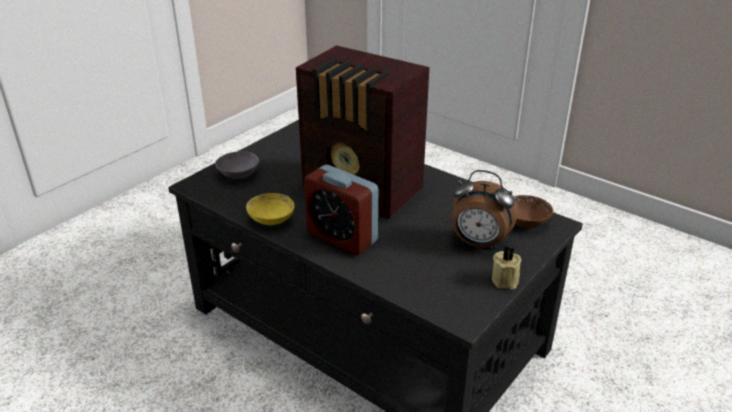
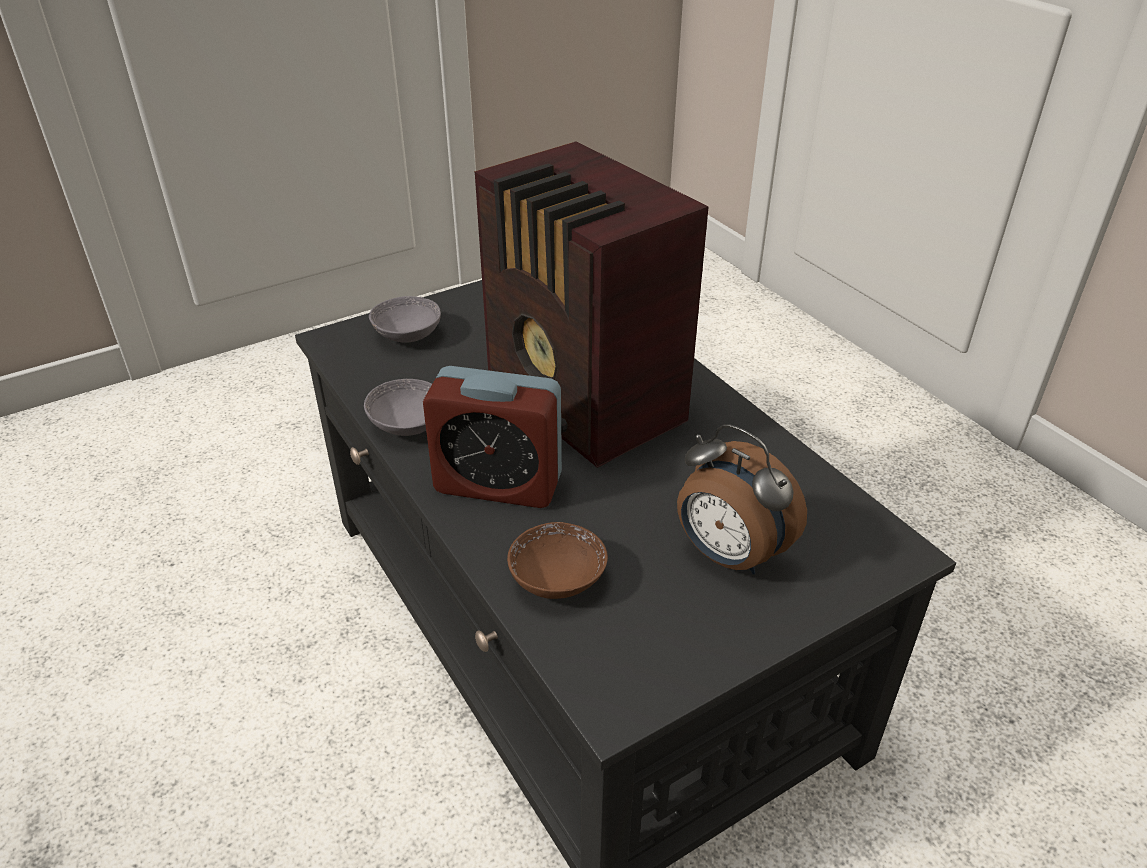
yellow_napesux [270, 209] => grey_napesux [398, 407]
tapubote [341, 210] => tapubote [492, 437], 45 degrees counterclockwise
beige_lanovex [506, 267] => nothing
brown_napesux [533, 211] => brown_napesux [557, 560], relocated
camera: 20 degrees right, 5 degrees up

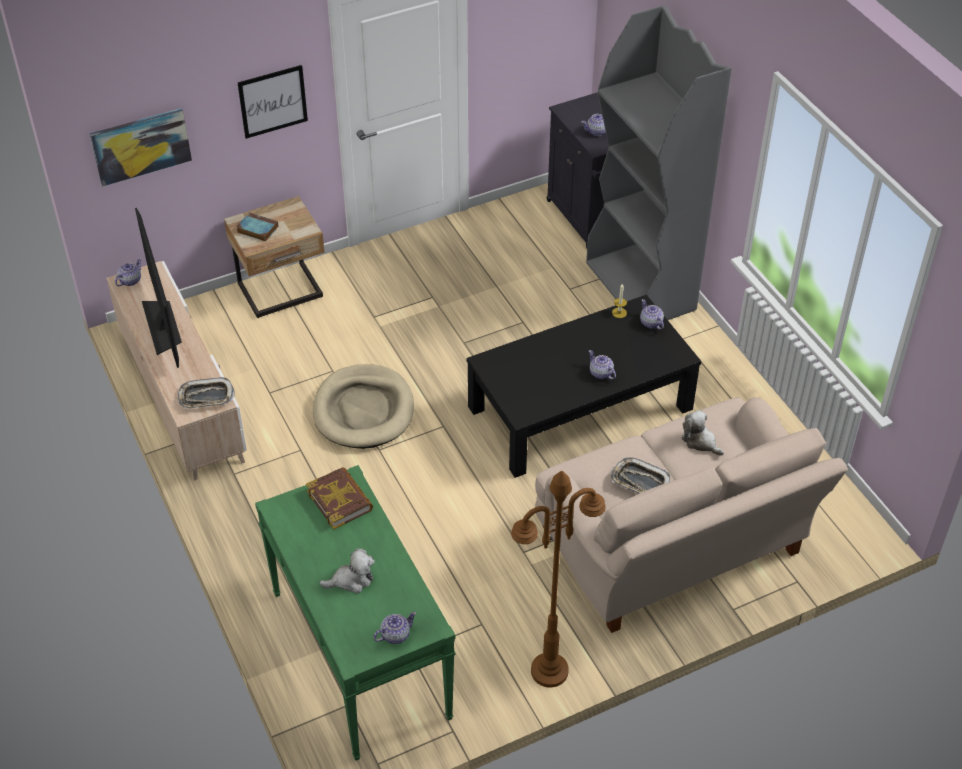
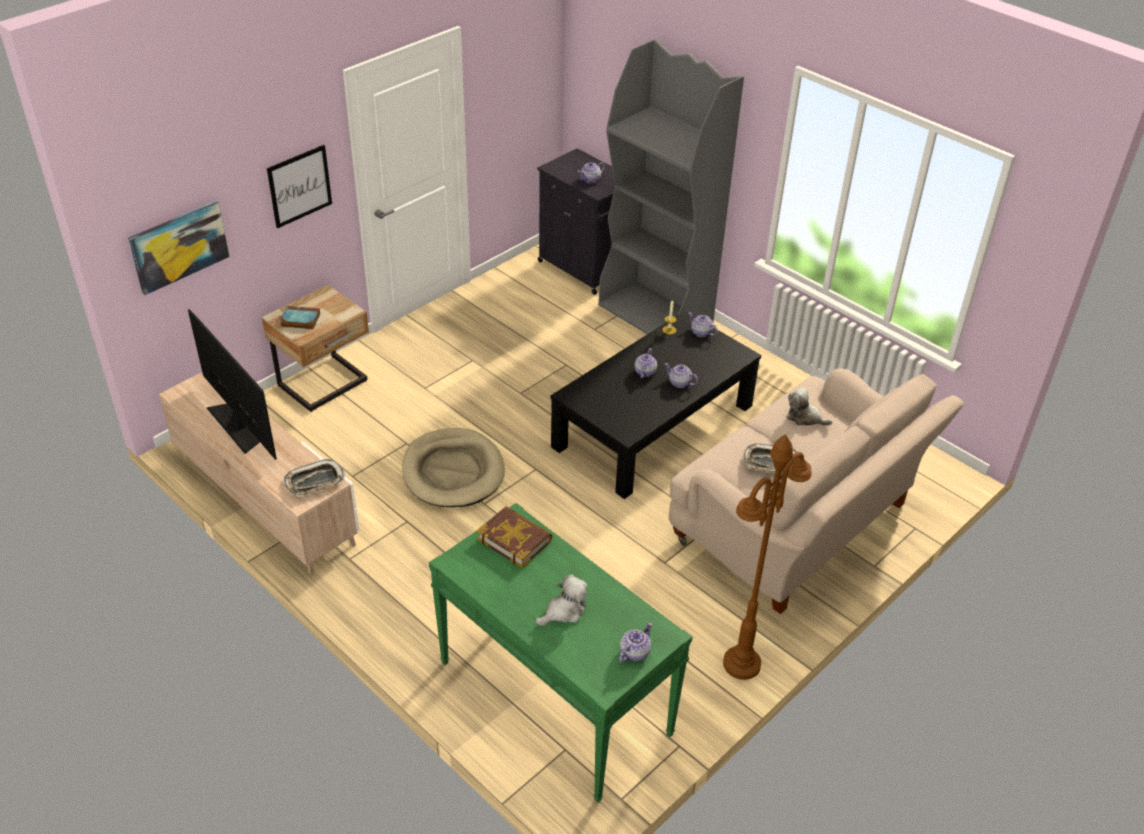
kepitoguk [128, 272] => kepitoguk [645, 363], relocated
camera: 20 degrees left, 5 degrees down

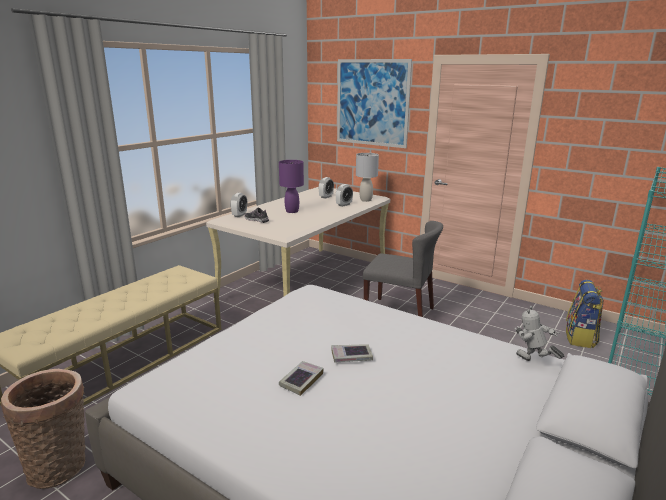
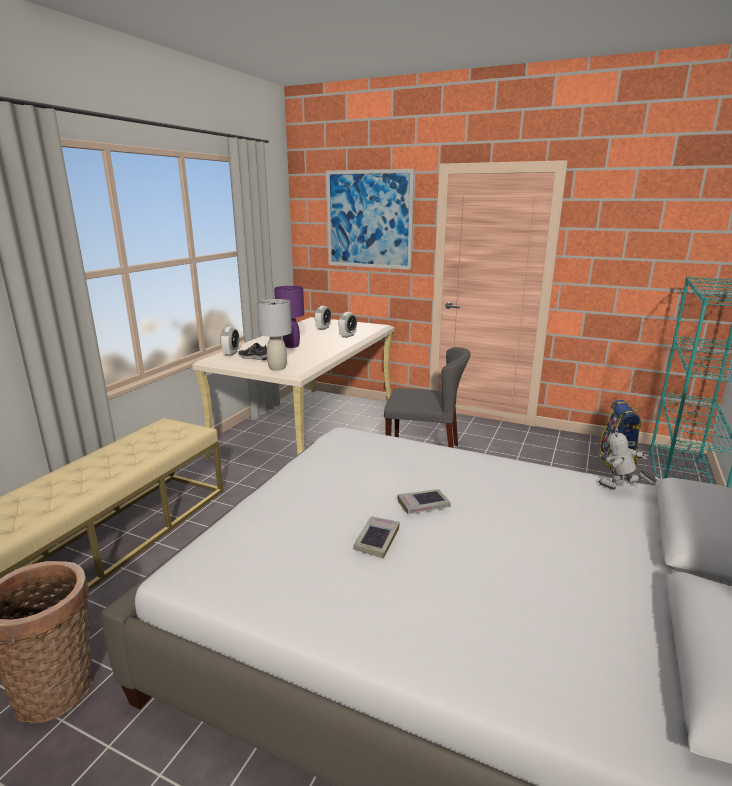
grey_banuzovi [367, 177] => grey_banuzovi [274, 335], relocated
camera: 10 degrees left, 0 degrees up

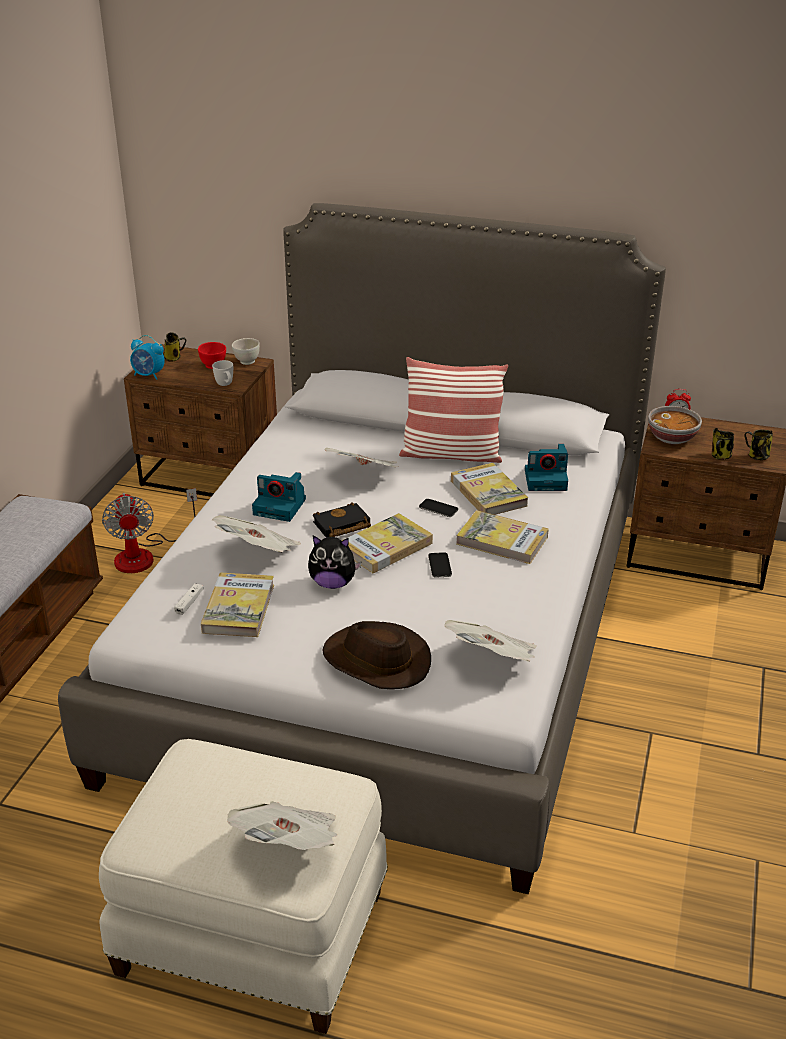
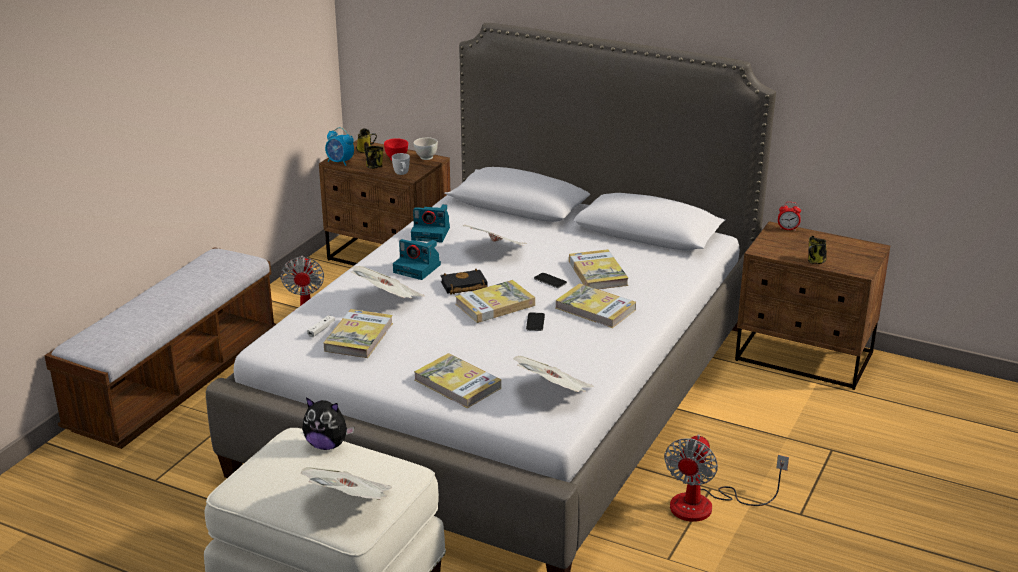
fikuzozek [335, 562] => fikuzozek [328, 423], relocated
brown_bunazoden [376, 655] => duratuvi [457, 380]
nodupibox [453, 410] => nothing
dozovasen [546, 467] => dozovasen [430, 223], relocated
napesux [675, 425] => nothing
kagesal [758, 445] => kagesal [373, 157], relocated
nothing => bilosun [726, 478]
camera: 10 degrees right, 5 degrees down

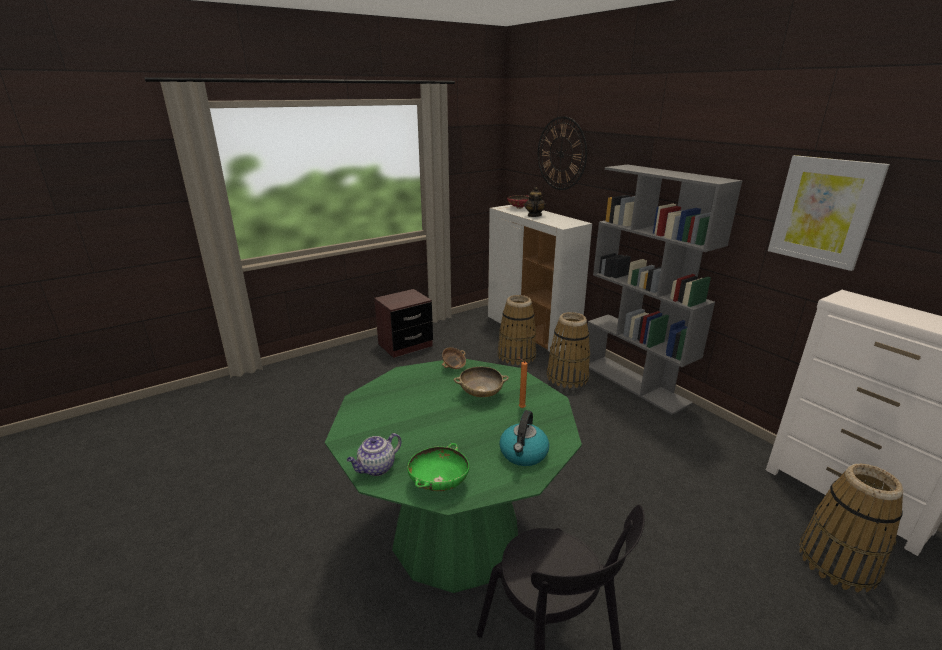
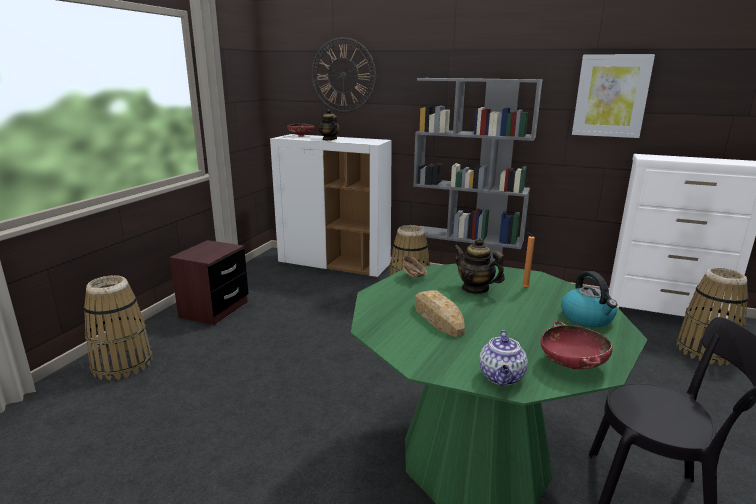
green_napesux [438, 467] => red_napesux [576, 345]
beige_napesux [481, 382] => kepitoguk [479, 266]
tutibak [516, 330] => tutibak [118, 327], relocated
nothing => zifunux [440, 313]
camera: 35 degrees left, 5 degrees down

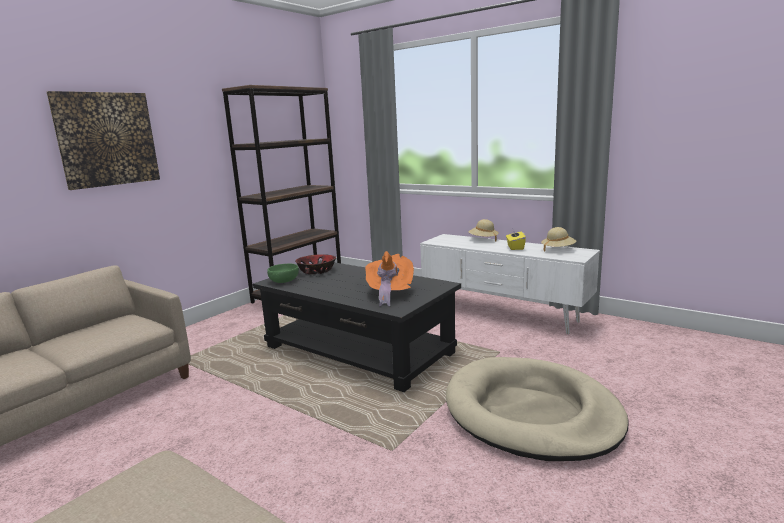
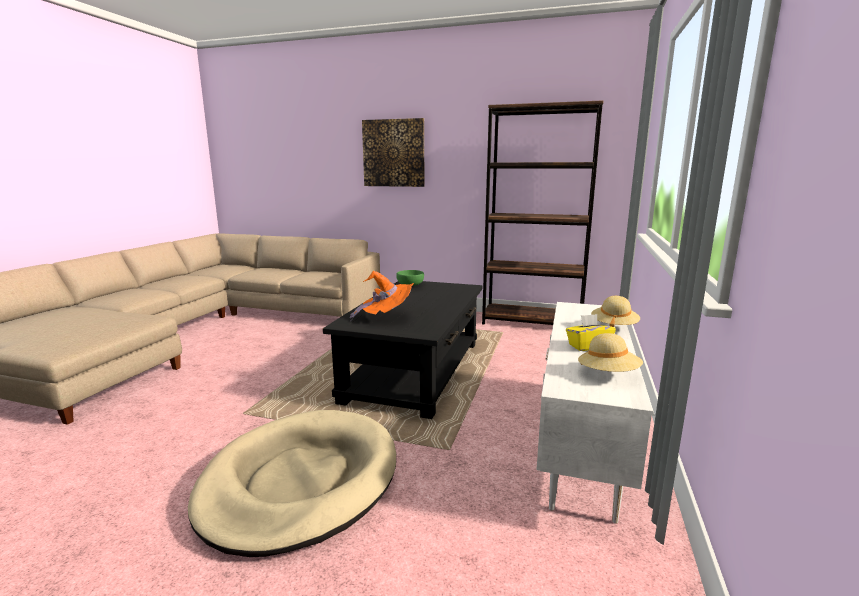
napesux [315, 264] => nothing
camera: 70 degrees right, 0 degrees up

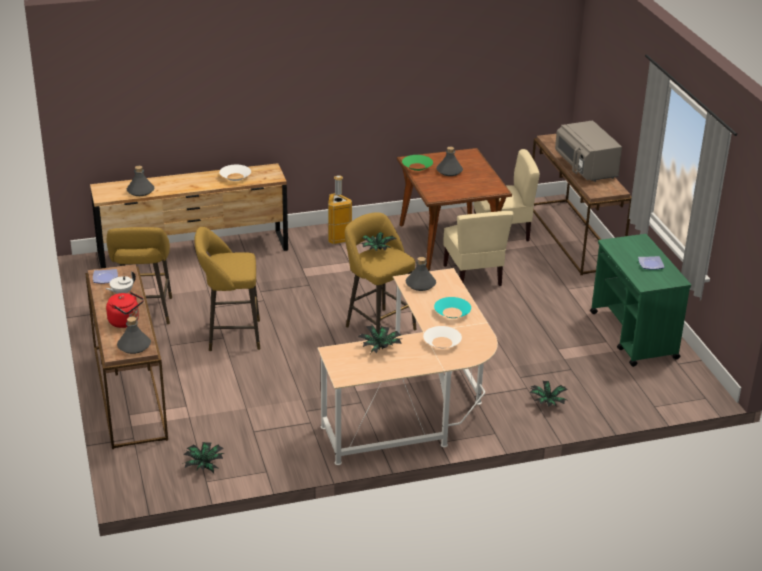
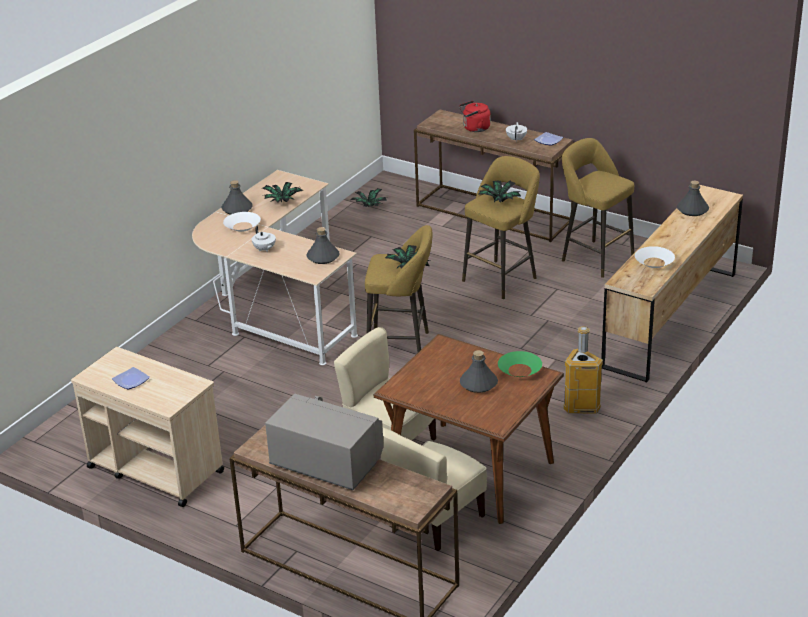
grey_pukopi [134, 335] => grey_pukopi [237, 197], relocated
turquoise_napesux [452, 307] => white_kepitoguk [264, 239]
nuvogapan [549, 394] => nuvogapan [499, 191], relocated
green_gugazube [640, 300] => beige_gugazube [148, 427]
camera: 140 degrees right, 0 degrees up

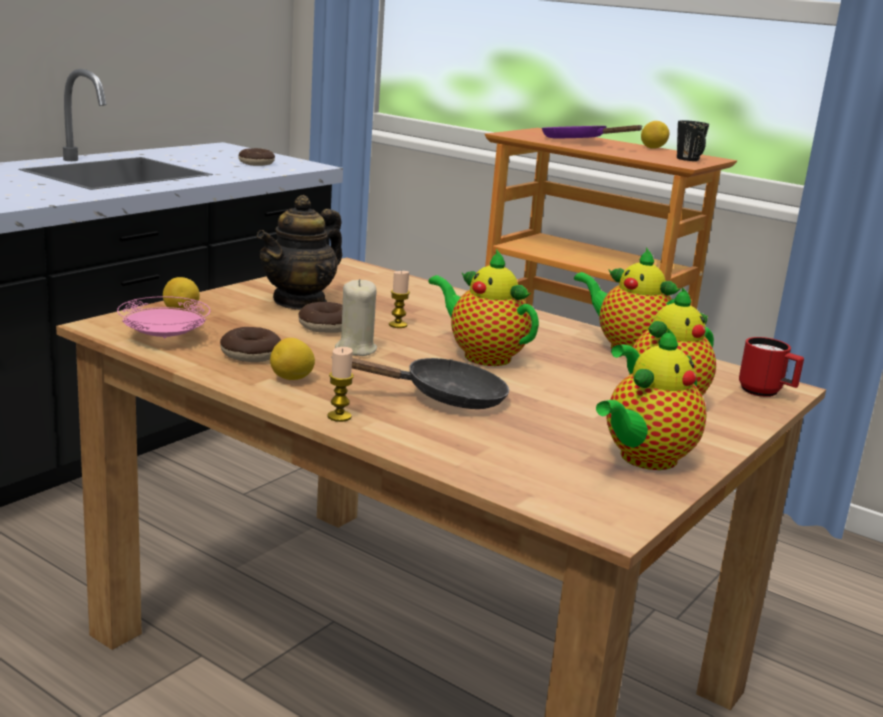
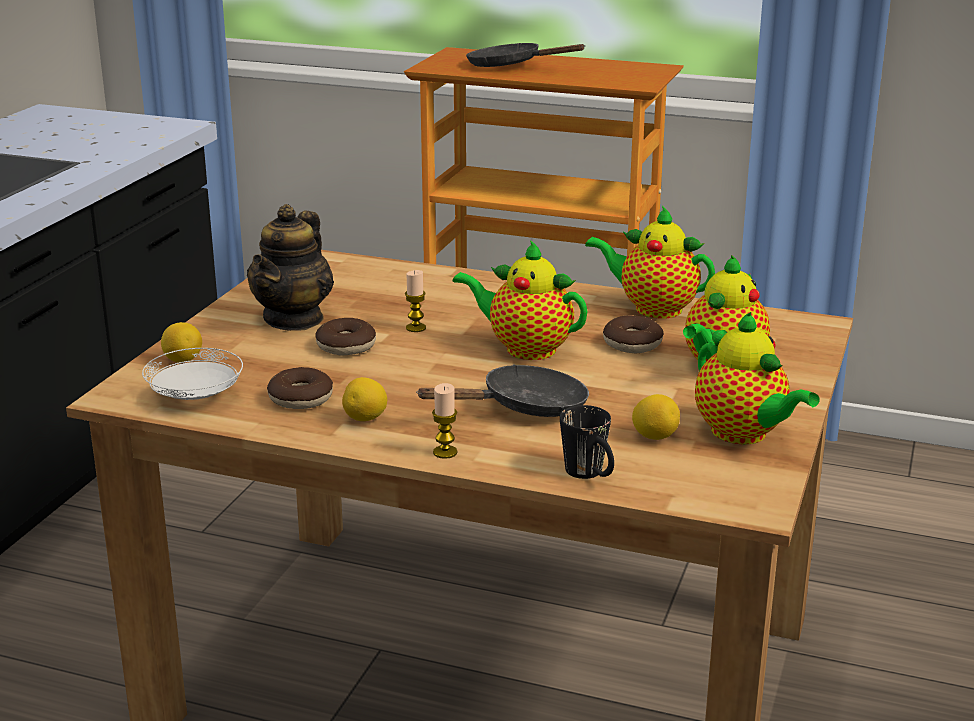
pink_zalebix [163, 317] => white_zalebix [192, 374]
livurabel [256, 157] => livurabel [633, 334], relocated
beige_lanovex [356, 317] => nothing
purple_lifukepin [592, 131] => black_lifukepin [525, 55]
kepitoguk [651, 399] => kepitoguk [757, 378], 60 degrees counterclockwise
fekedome [655, 135] => fekedome [656, 417], relocated
black_kagesal [693, 140] => black_kagesal [587, 442], relocated
red_kagesal [771, 367] => nothing
camera: 15 degrees left, 5 degrees up

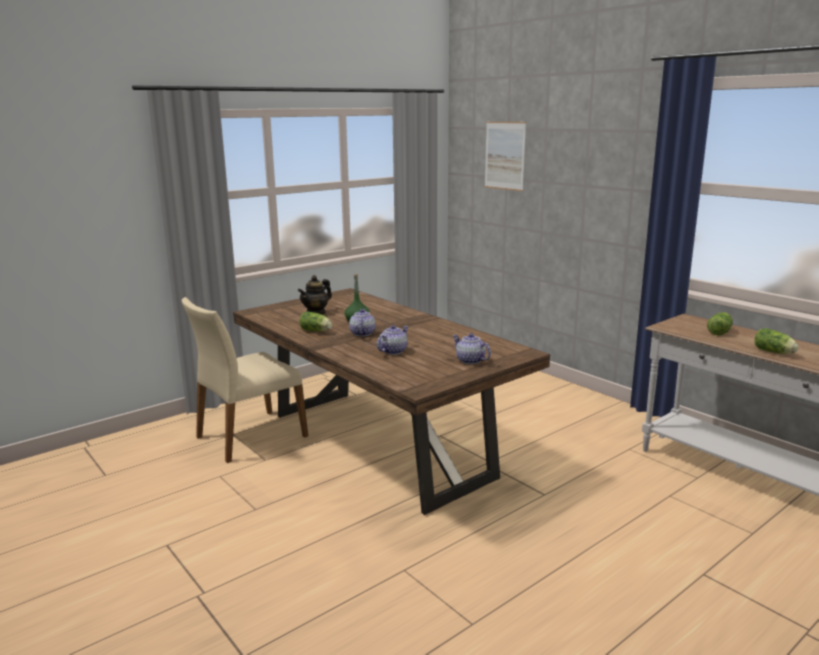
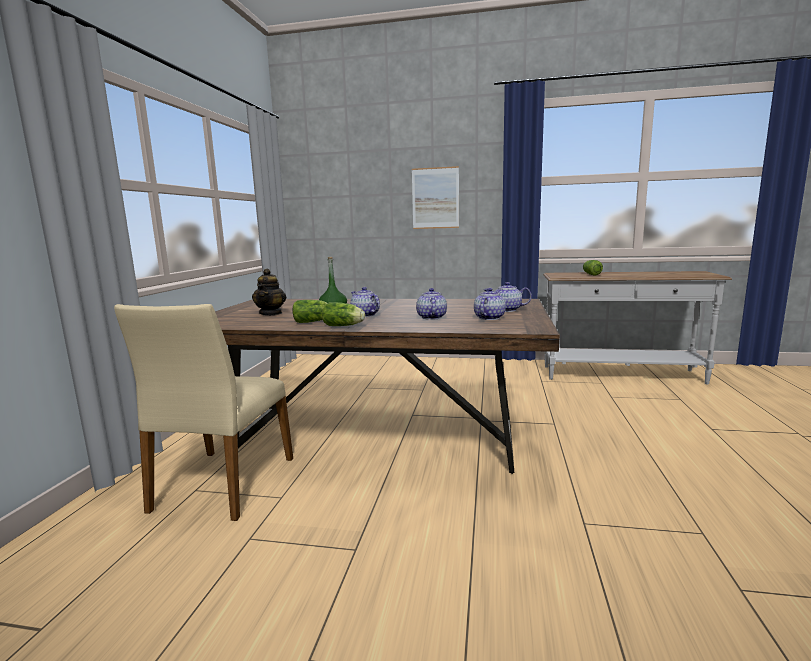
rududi [505, 156] => rududi [435, 197], relocated
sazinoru [776, 341] => sazinoru [343, 314], relocated
nothing => kepitoguk [490, 304]
camera: 40 degrees left, 5 degrees down

